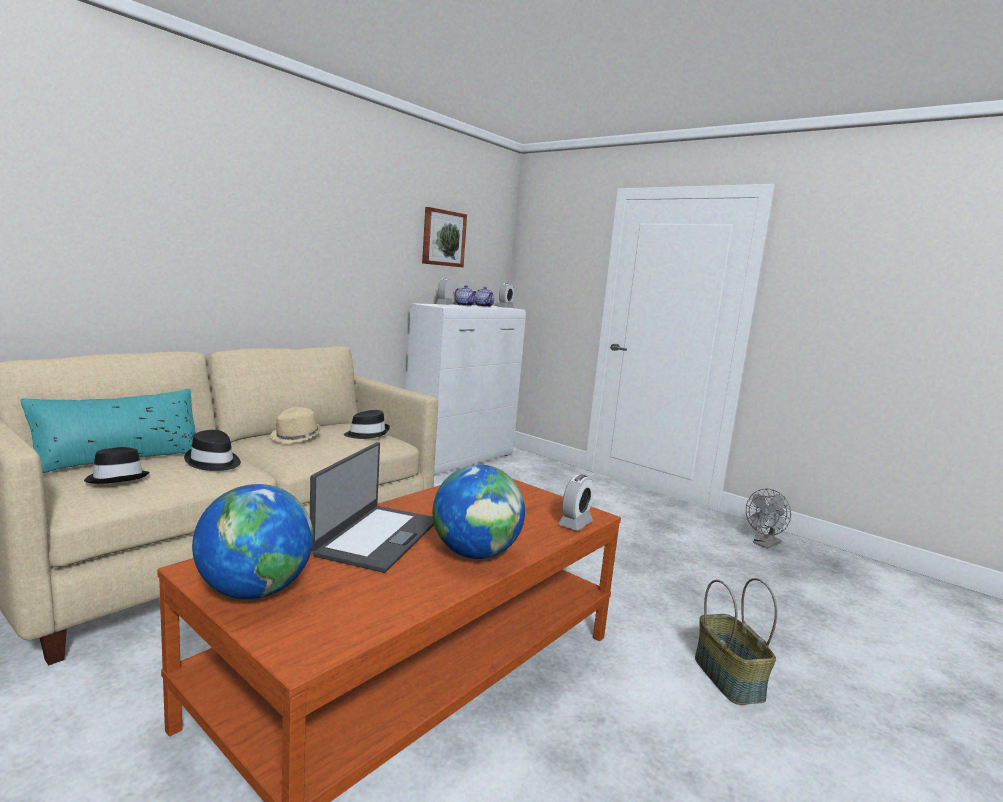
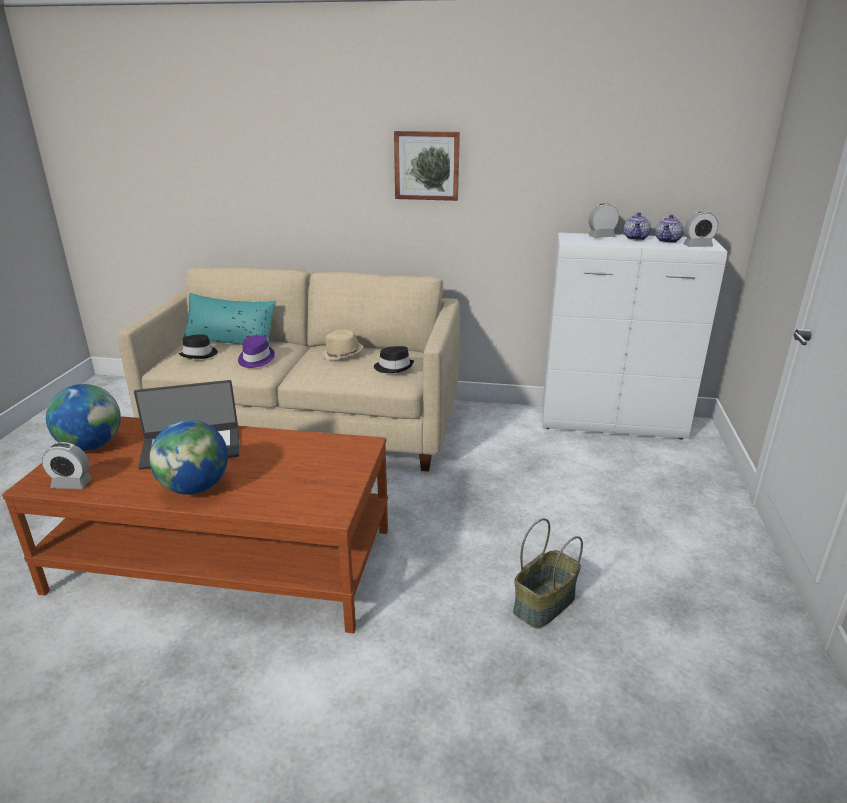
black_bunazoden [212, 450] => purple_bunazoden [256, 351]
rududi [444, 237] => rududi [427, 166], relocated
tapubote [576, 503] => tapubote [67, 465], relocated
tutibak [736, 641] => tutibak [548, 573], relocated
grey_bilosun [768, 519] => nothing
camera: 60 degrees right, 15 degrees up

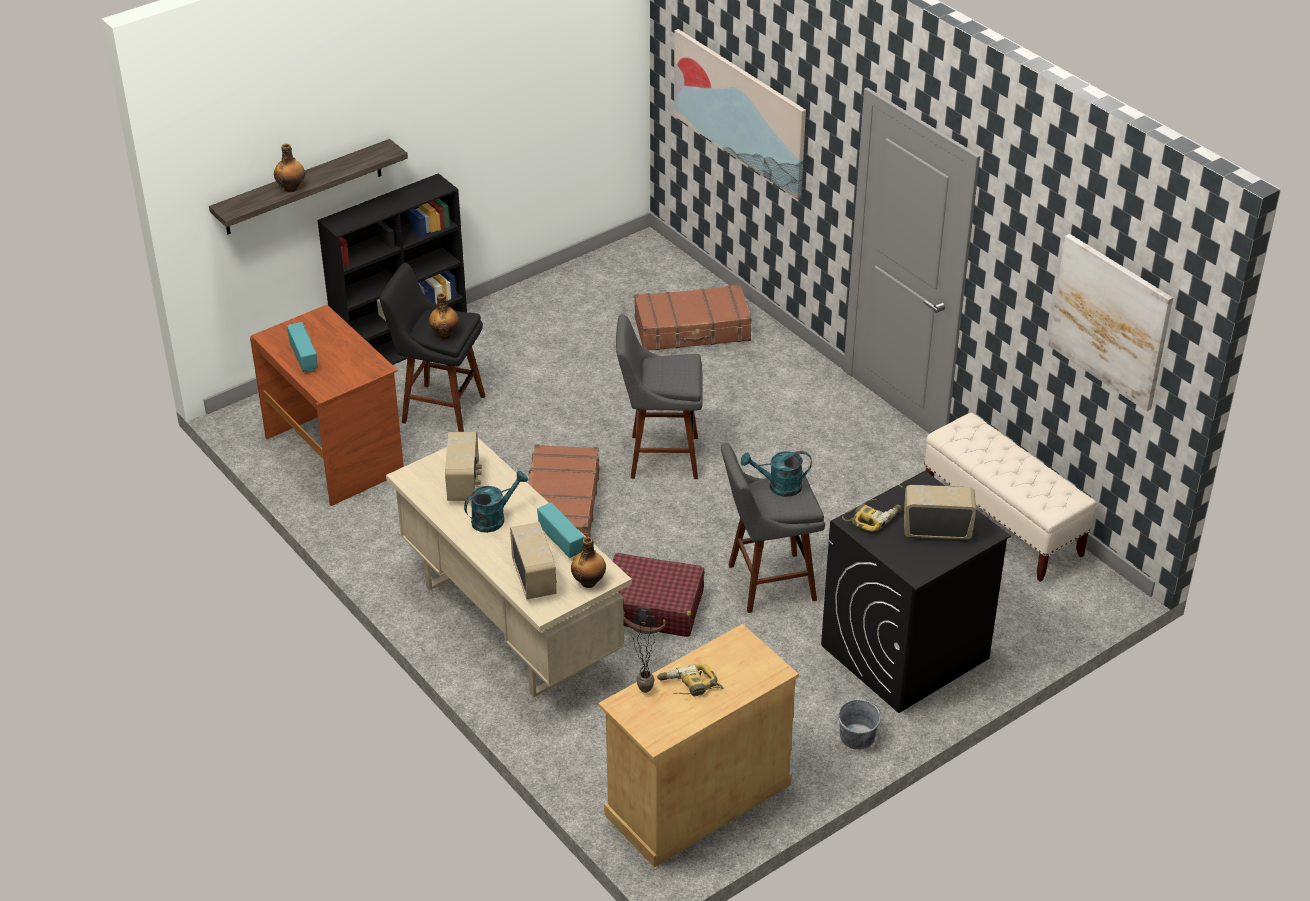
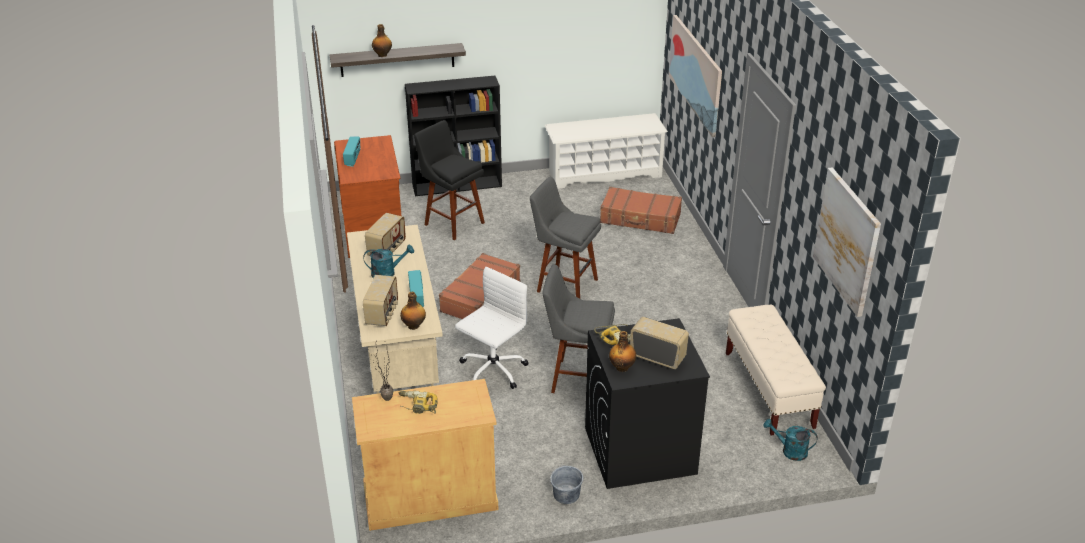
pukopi [444, 316] => pukopi [622, 351], relocated
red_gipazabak [658, 595] => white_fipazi [492, 328]
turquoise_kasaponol [776, 474] => turquoise_kasaponol [790, 440], relocated
nothing => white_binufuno [606, 151]
camera: 25 degrees right, 5 degrees down

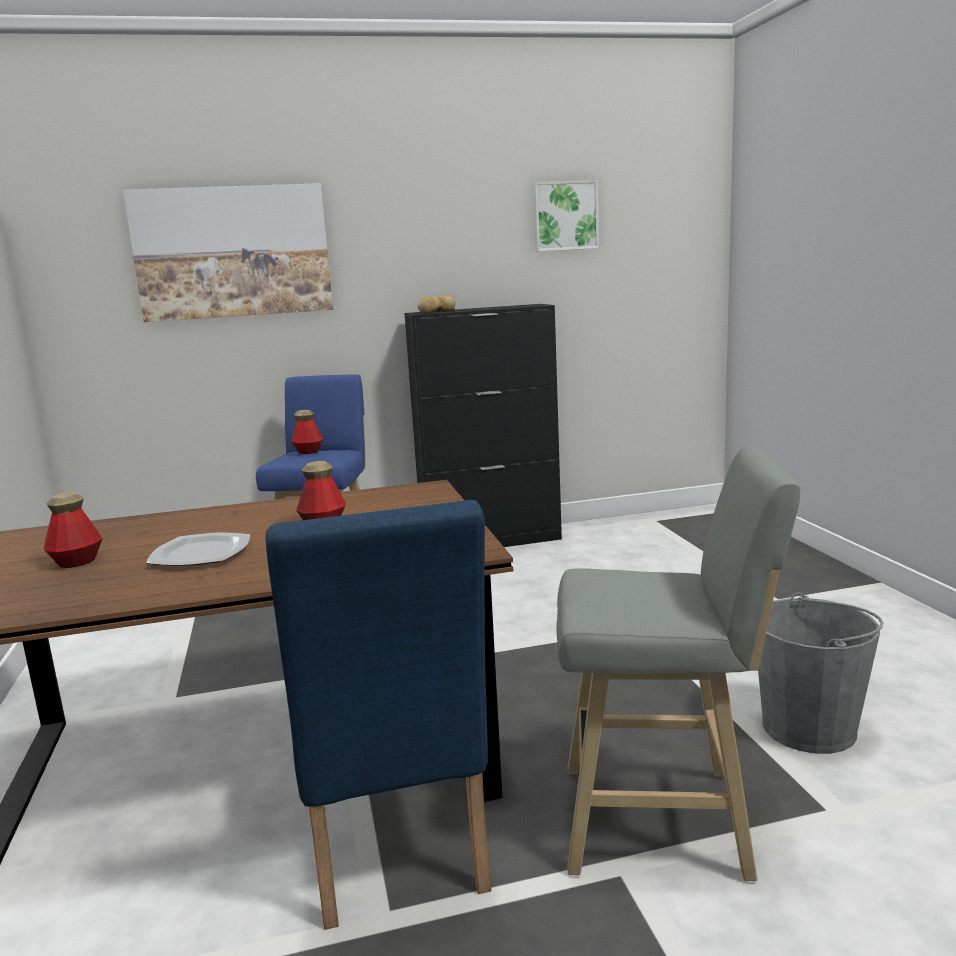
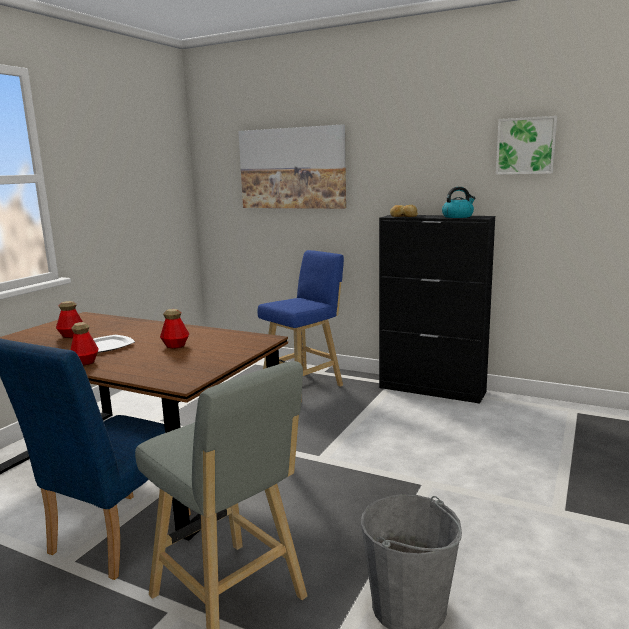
pukopi [307, 432] => pukopi [85, 343], relocated
nothing => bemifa [459, 202]
camera: 40 degrees right, 0 degrees up

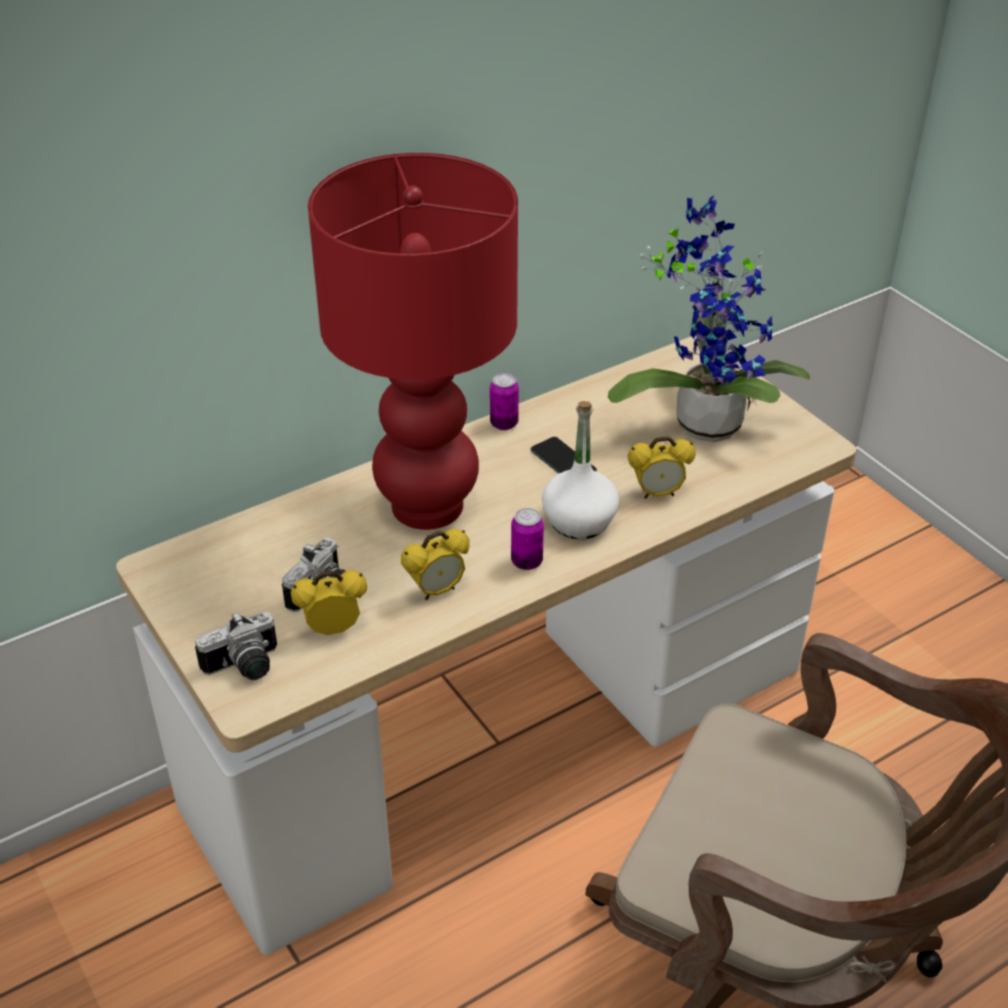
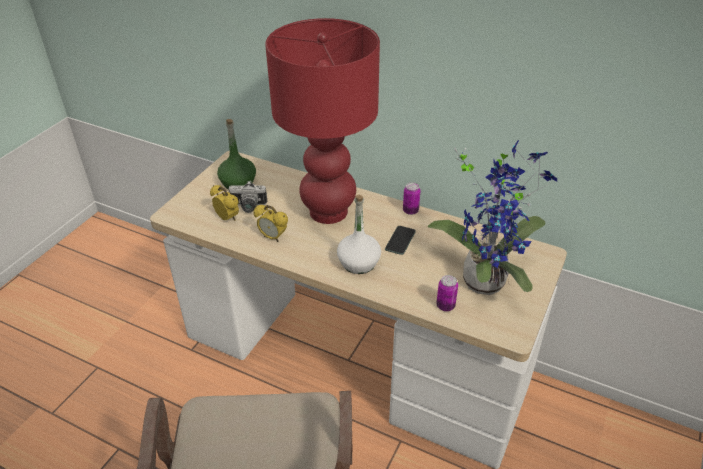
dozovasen [236, 646] => nothing
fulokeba [527, 539] => fulokeba [447, 293], relocated
tapubote [661, 467] => nothing
nothing => green_pukopi [236, 154]
camera: 60 degrees right, 0 degrees up

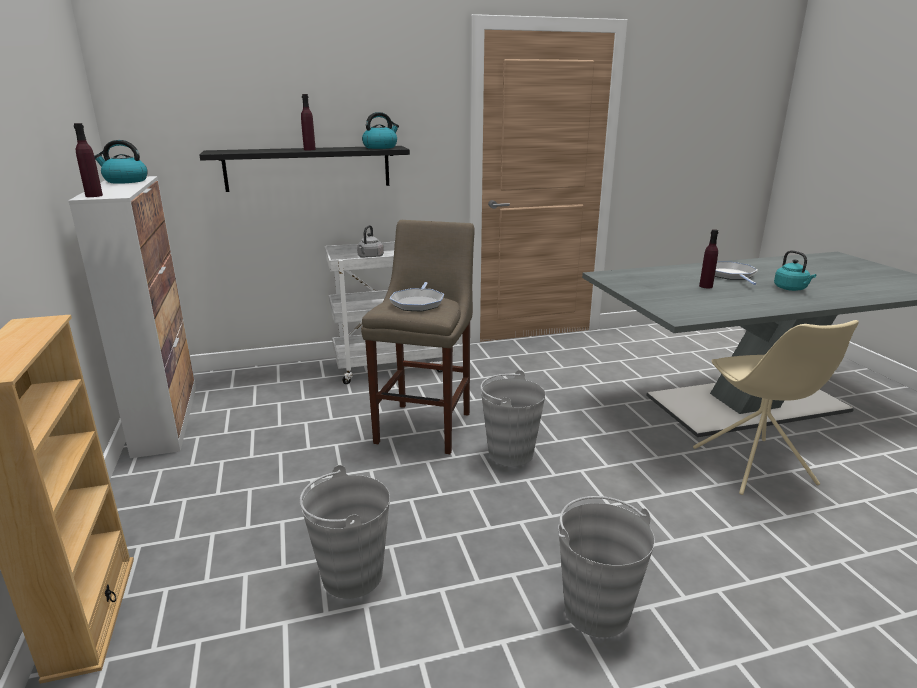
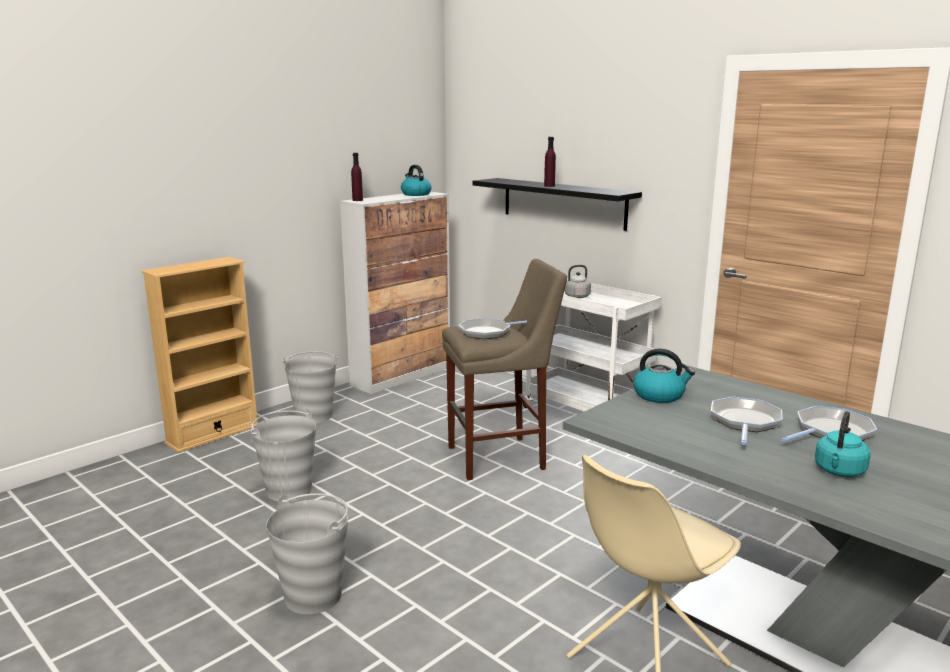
bemifa [380, 130] => bemifa [664, 375], relocated
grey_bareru [513, 418] => grey_bareru [310, 387], relocated
purple_pukopi [708, 258] => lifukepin [746, 421]
camera: 60 degrees right, 5 degrees down

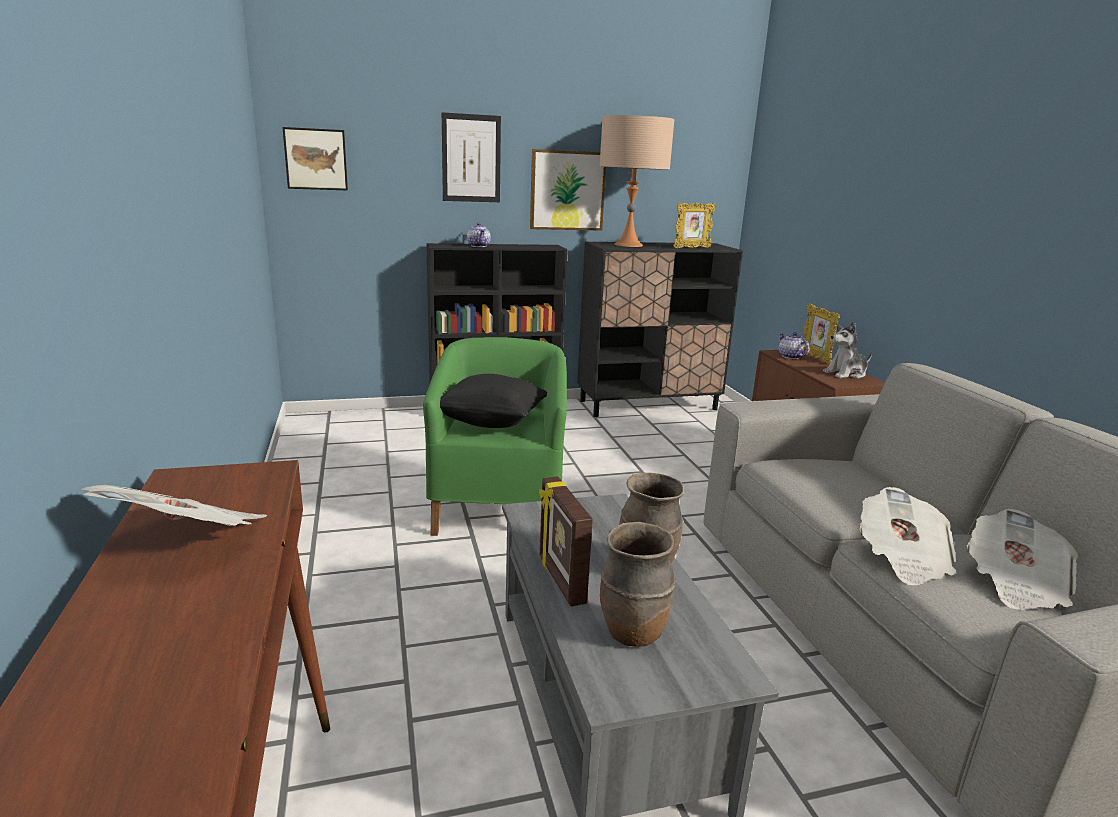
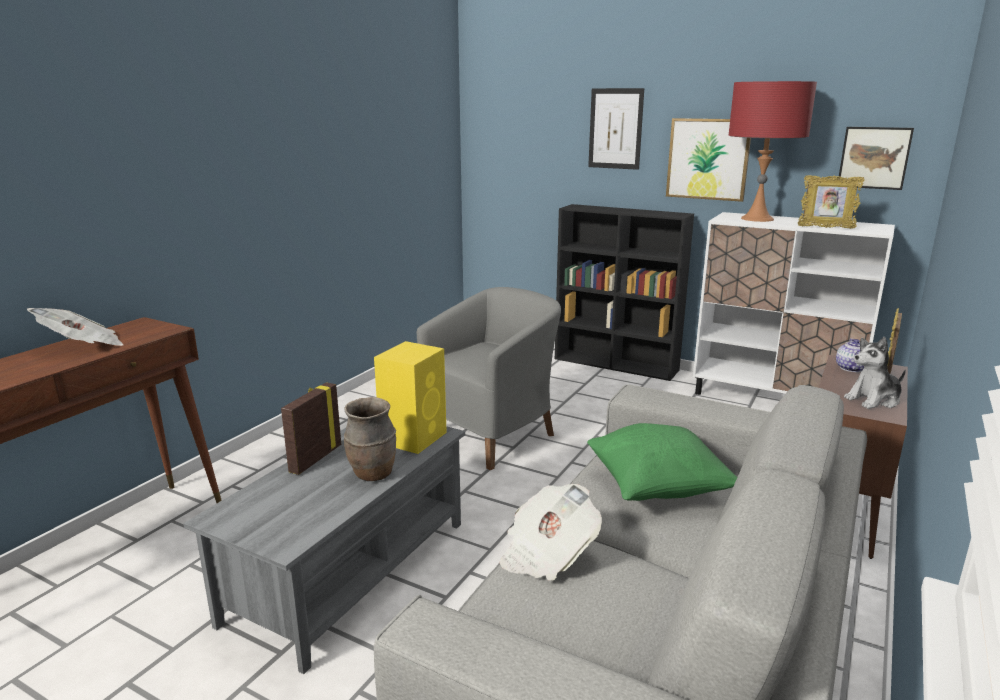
rududi [315, 158] => rududi [876, 158], relocated
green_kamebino [495, 436] => grey_kamebino [489, 378]
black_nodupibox [493, 401] => nothing
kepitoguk [479, 234] => nothing
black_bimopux [660, 329] => white_bimopux [794, 303]
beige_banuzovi [637, 181] => red_banuzovi [772, 151]
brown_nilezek [637, 584] => nothing
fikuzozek [847, 350] => fikuzozek [875, 373], 45 degrees counterclockwise
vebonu [1022, 559] => nothing
nothing => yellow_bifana [410, 397]
nothing => green_nodupibox [662, 462]
camera: 45 degrees right, 0 degrees up

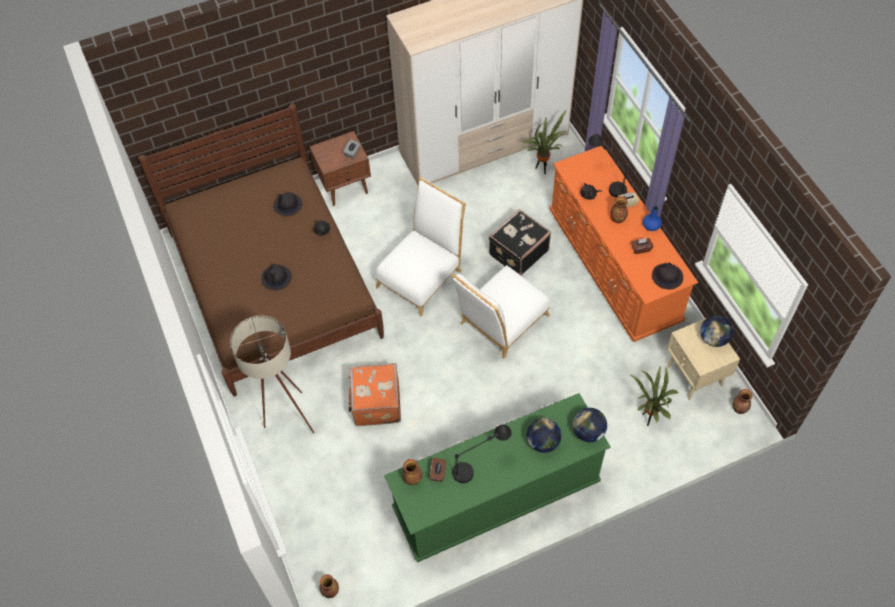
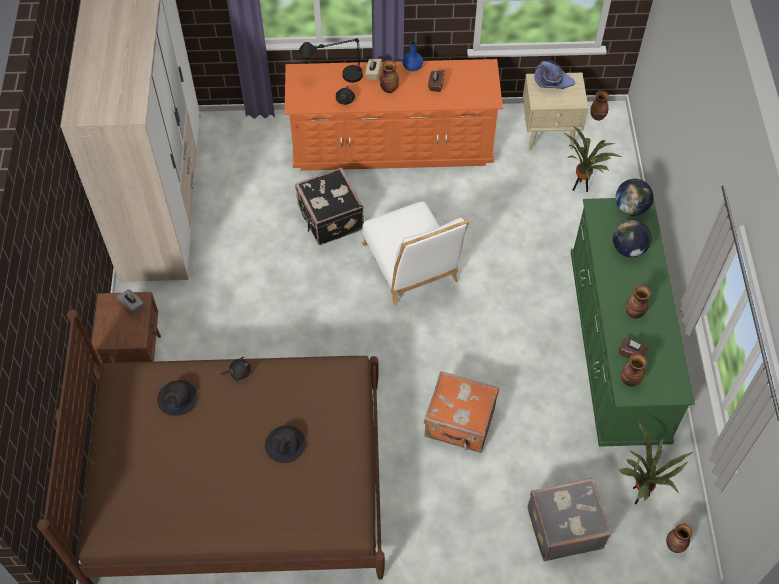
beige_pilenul [272, 374] => nothing
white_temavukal [420, 246] => nothing
black_banuzovi [482, 454] => nilezek [638, 302]
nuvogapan [545, 142] => nuvogapan [656, 462], relocated
black_bunazoden [667, 276] => nothing
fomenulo [716, 331] => purple_bunazoden [554, 75]
nothing => grey_gipazabak [570, 519]
camera: 70 degrees left, 0 degrees up

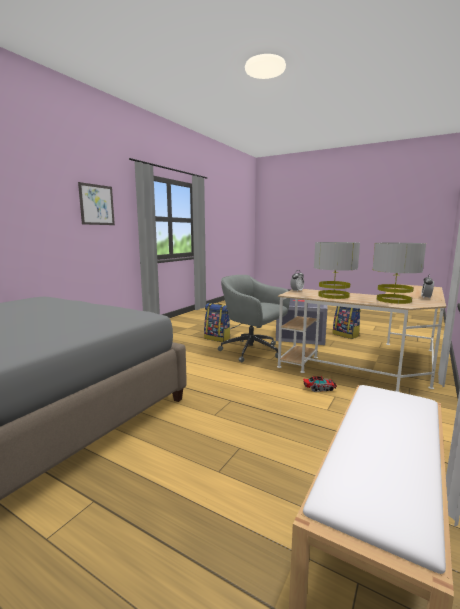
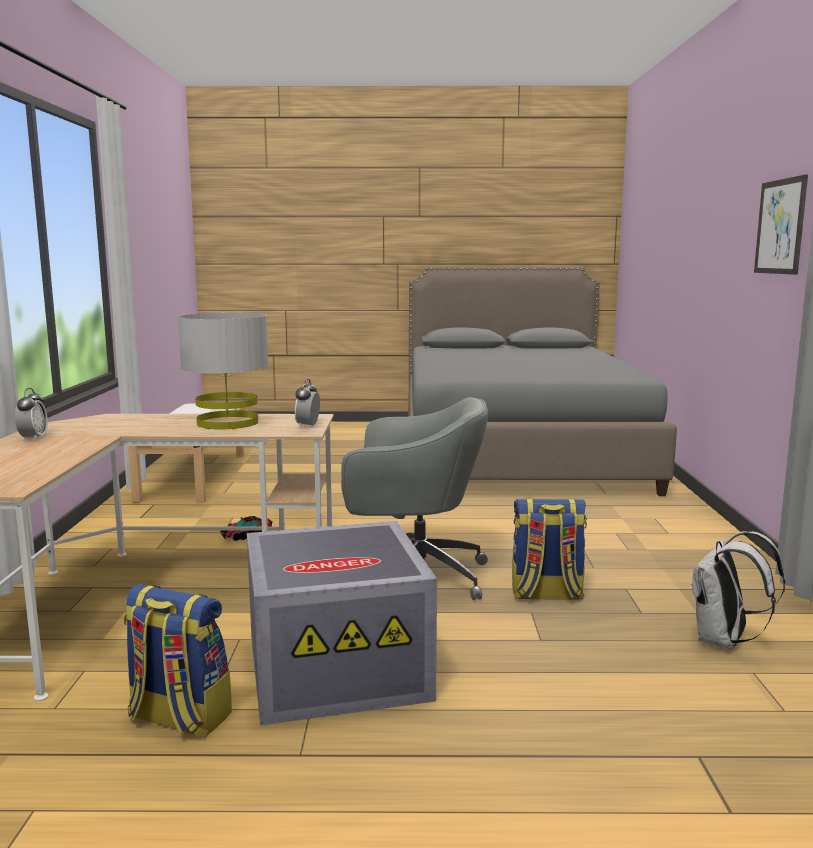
grey_banuzovi [399, 273] => nothing
nothing => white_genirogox [738, 590]
camera: 150 degrees right, 0 degrees up

